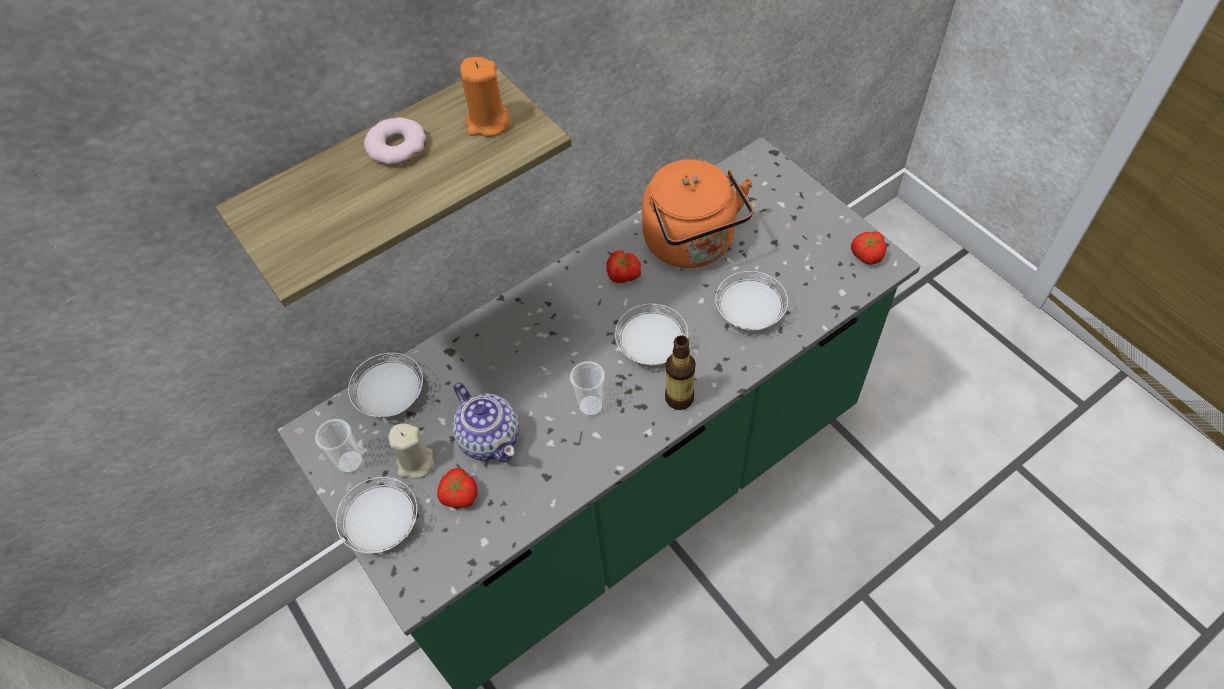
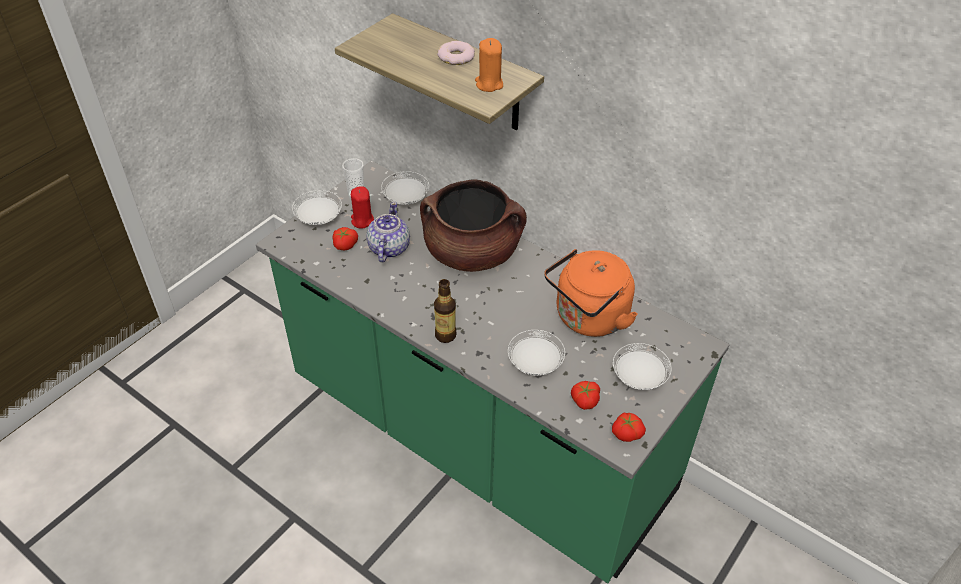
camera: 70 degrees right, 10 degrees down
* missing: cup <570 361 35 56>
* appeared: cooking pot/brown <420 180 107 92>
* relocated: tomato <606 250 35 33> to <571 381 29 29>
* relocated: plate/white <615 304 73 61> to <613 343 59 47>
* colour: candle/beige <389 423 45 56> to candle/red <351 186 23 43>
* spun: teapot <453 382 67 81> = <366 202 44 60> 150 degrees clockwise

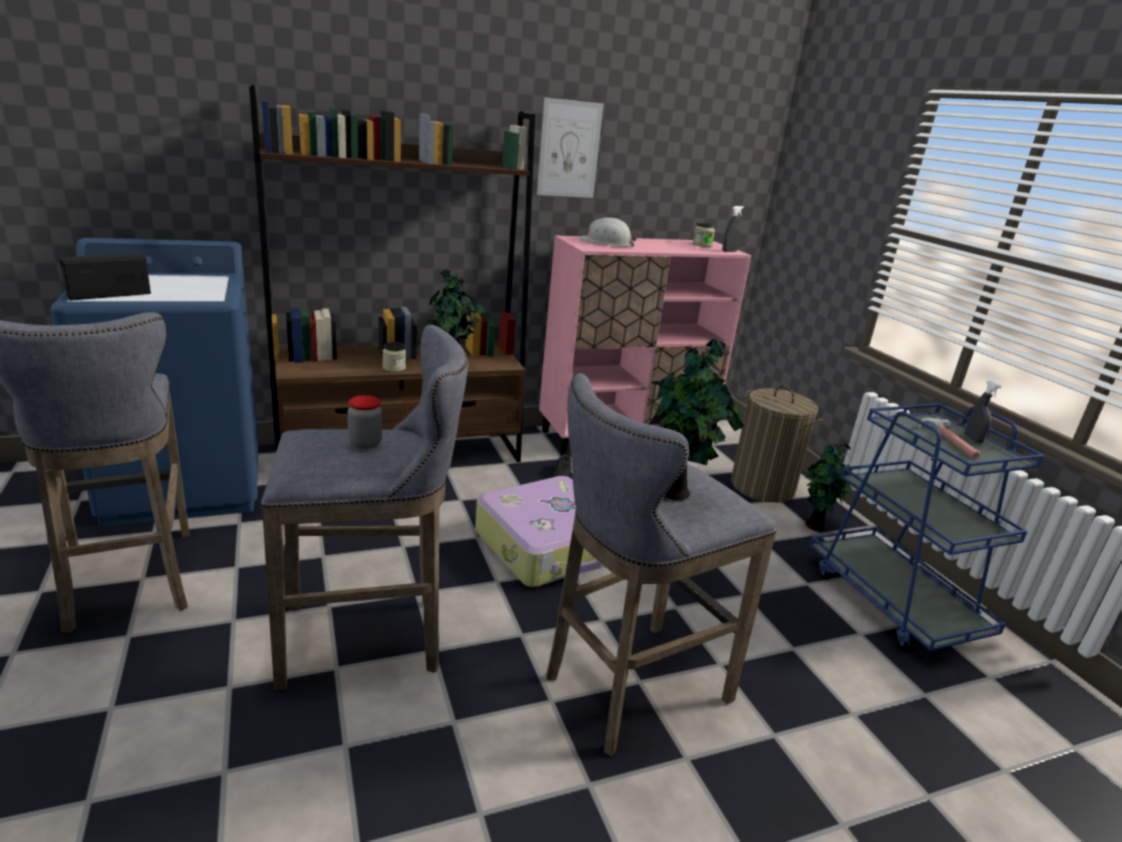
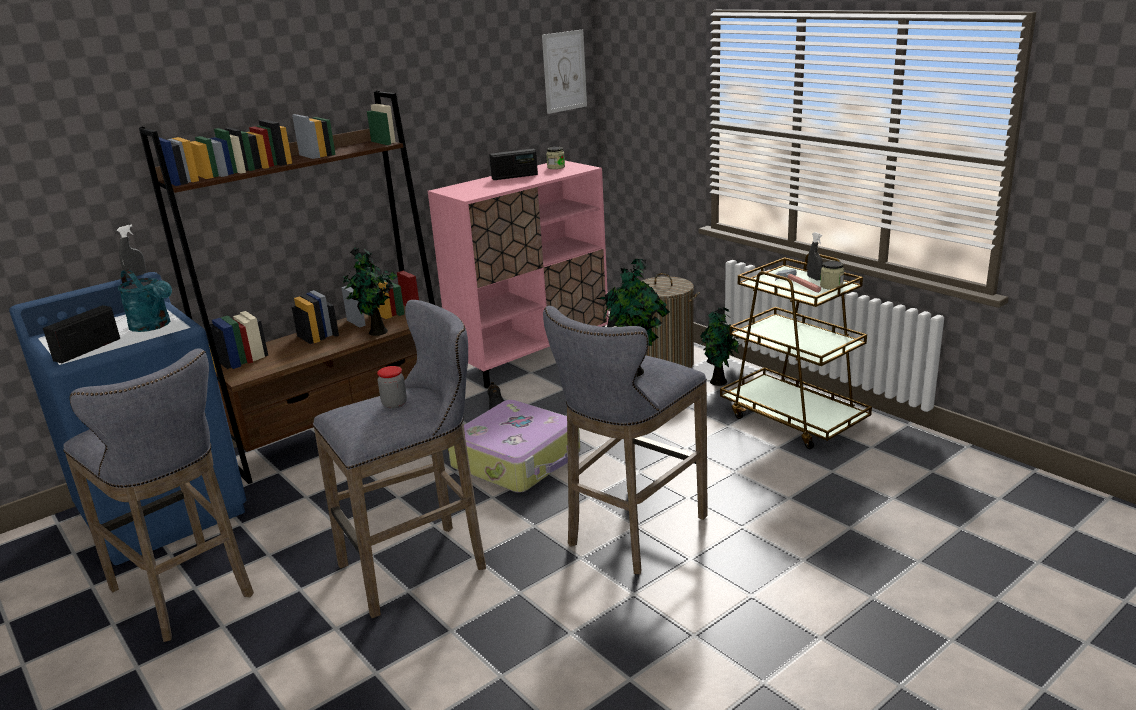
camera: 15 degrees left, 0 degrees up
* missing: hard hat/white <579 218 57 29>
* appeared: watering can/turquoise <118 269 54 63>
* appeared: radio <489 149 49 31>
* relocated: jar <382 342 24 30> to <820 261 24 29>
* relocated: picture <537 97 67 101> to <542 30 45 84>
* relocated: spray bottle/grey <722 206 22 46> to <116 224 30 54>
* colour: cart/blue <809 403 236 249> to cart/brown <720 253 152 196>

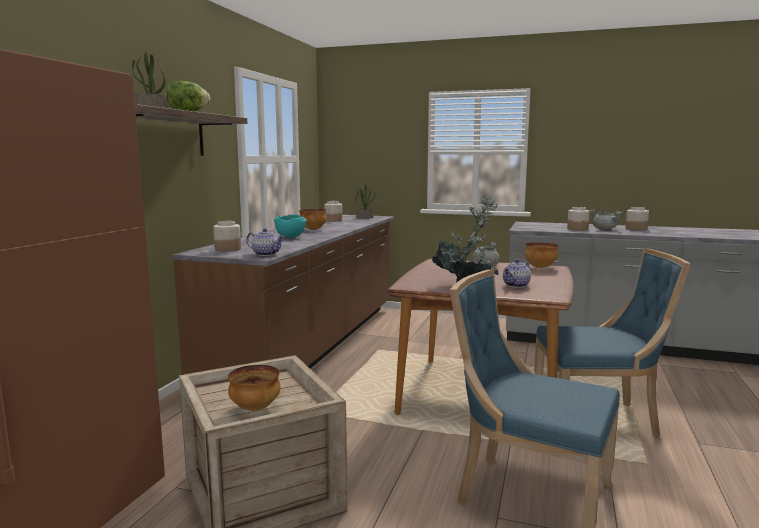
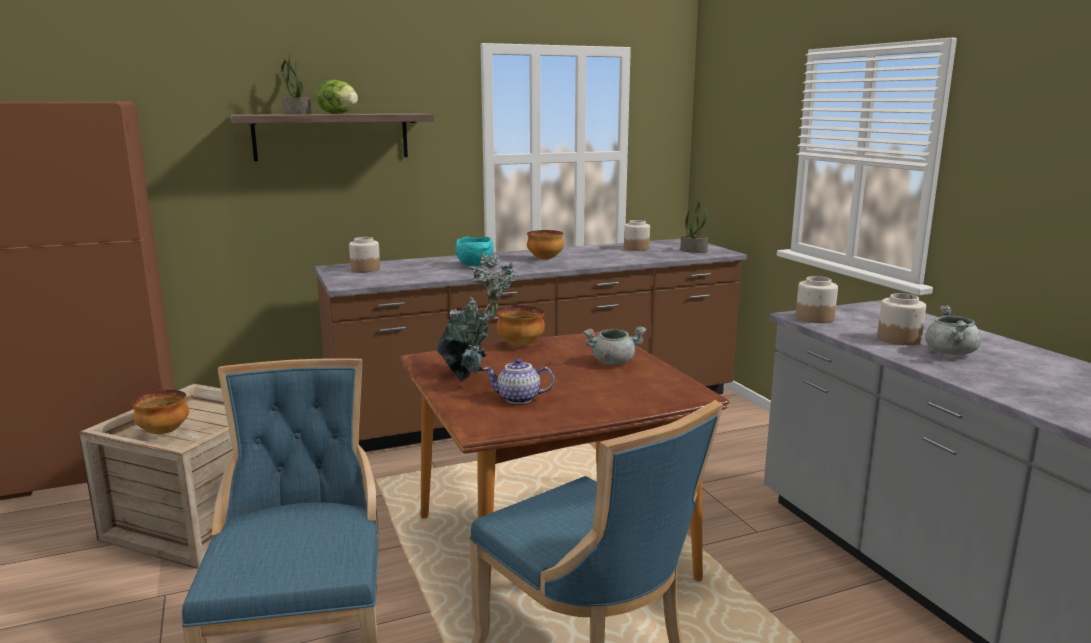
camera: 50 degrees right, 5 degrees up
* missing: teapot <246 228 38 28>
* relocated: bowl <525 242 33 26> to <497 306 48 40>
* relocated: jar <626 207 23 23> to <796 276 42 47>

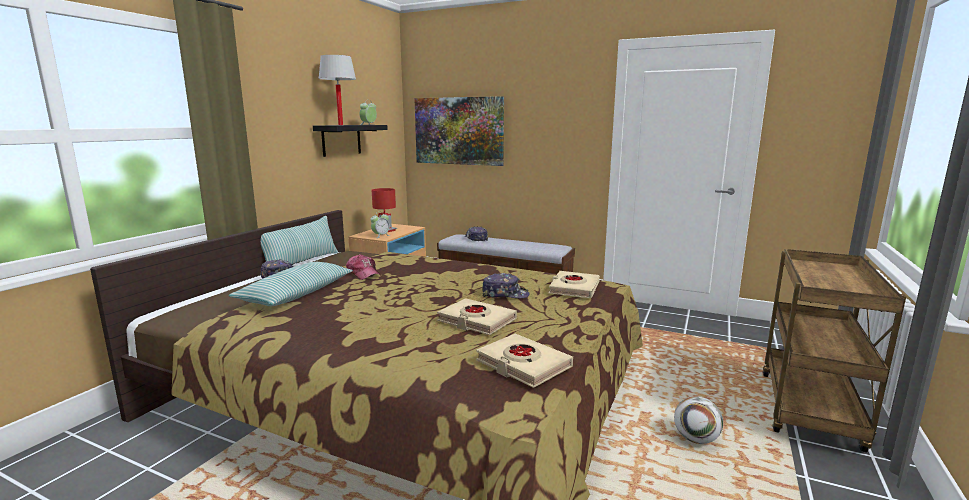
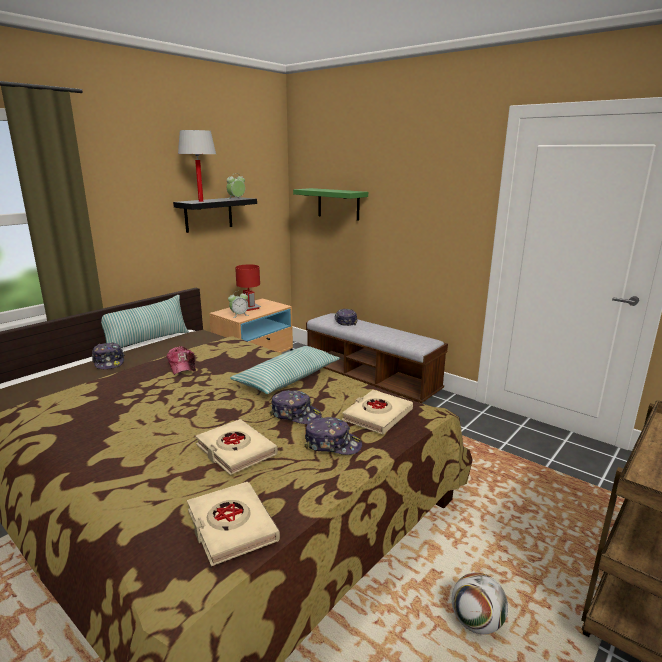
camera: 15 degrees right, 5 degrees up
* appeared: cap <304 417 58 38>
* relocated: pillow <229 262 124 44> to <230 346 110 48>
* exchanged: picture <414 96 90 70> to shelf/green <293 188 75 33>

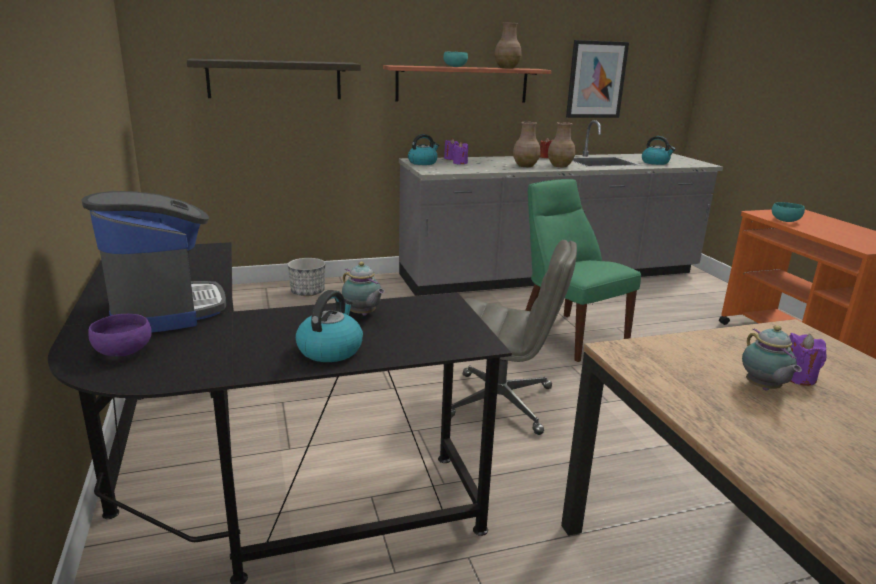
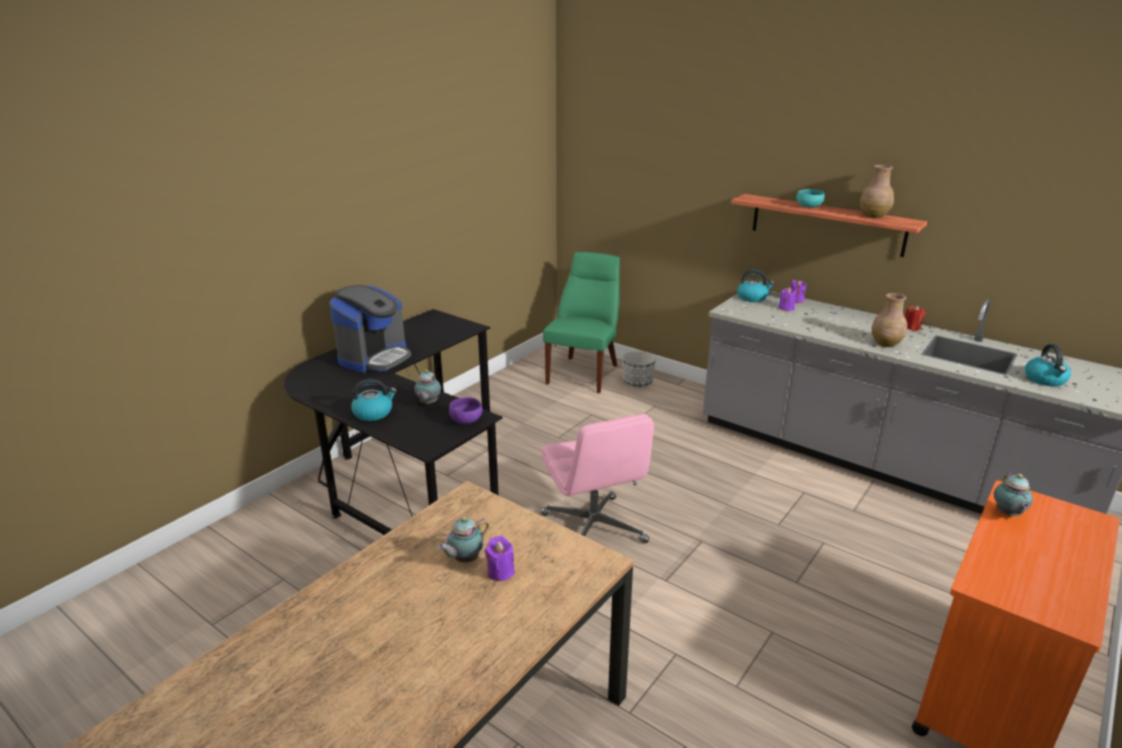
camera: 55 degrees right, 5 degrees up
* missing: shelf <187 59 174 40>
* missing: vase/brown <513 122 27 45>
* missing: picture <566 40 63 78>
* relocated: bowl/purple <88 314 64 42> to <449 397 34 27>
* relocated: chair/green <525 179 116 183> to <543 252 77 141>
* exchanged: bowl/turquoise <772 202 33 20> to teapot <994 472 39 44>
* colour: office chair/grey <451 240 126 195> to office chair/pink <541 414 113 129>

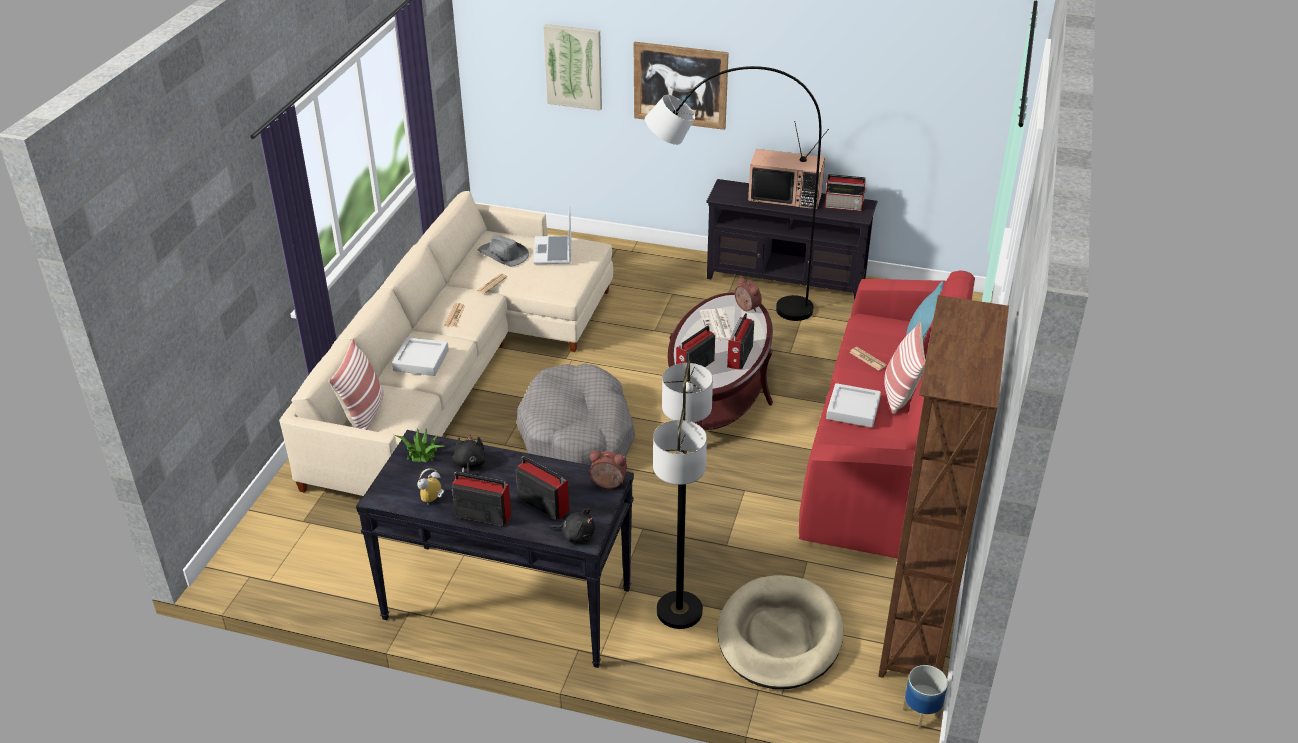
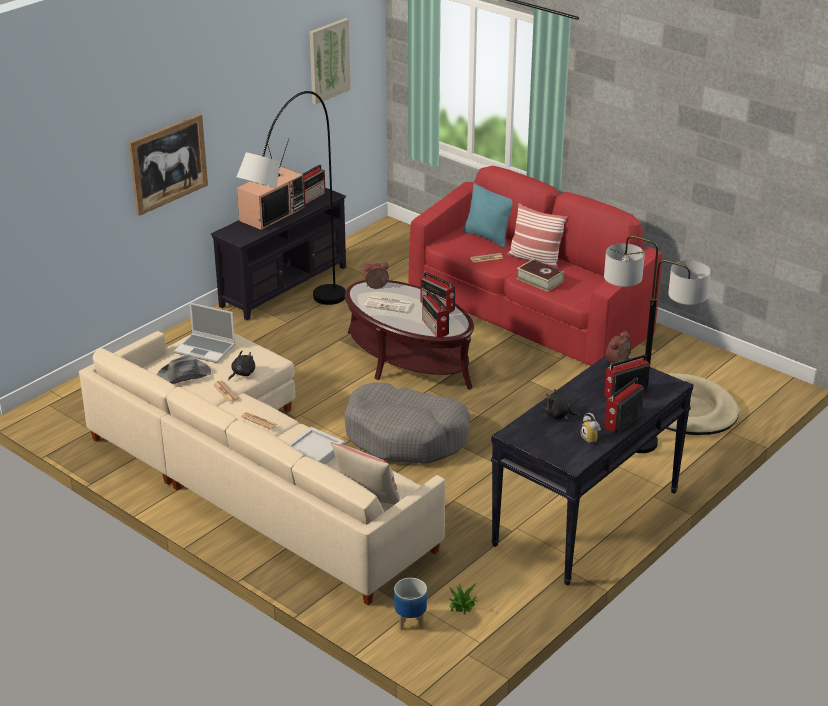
camera: 65 degrees left, 5 degrees down
* missing: bookcase/brown <878 295 131 383>
* relocated: potted plant <395 428 49 34> to <449 583 28 31>
* relocated: picture <543 24 59 87> to <310 18 41 86>
* relocated: plush toy/black <550 509 45 33> to <228 351 27 30>
* relocated: planter <903 665 45 64> to <394 578 33 53>
* exchanged: tray/grey <826 383 55 45> to book <517 259 47 33>

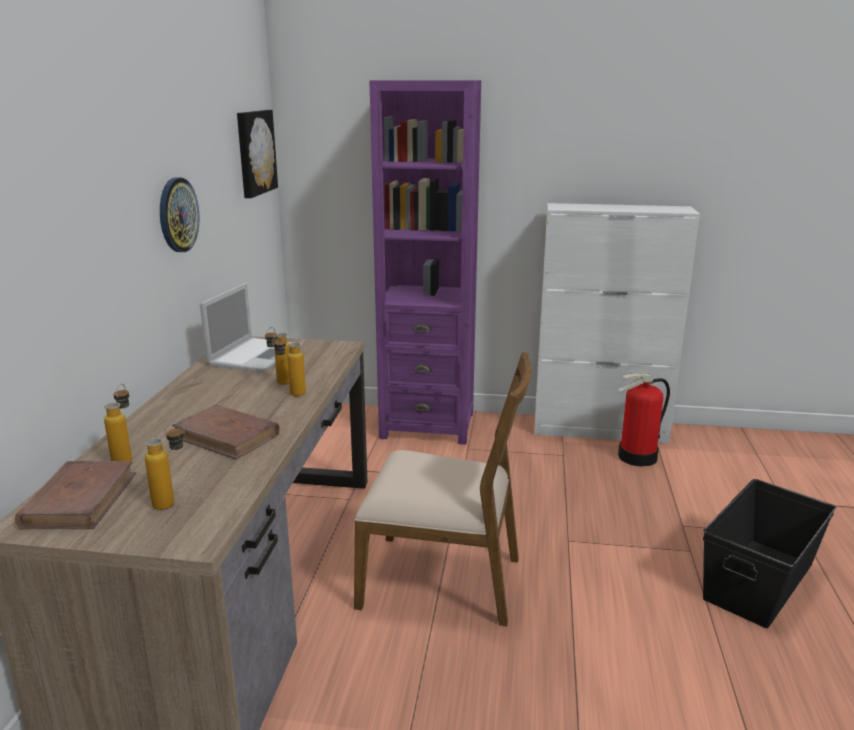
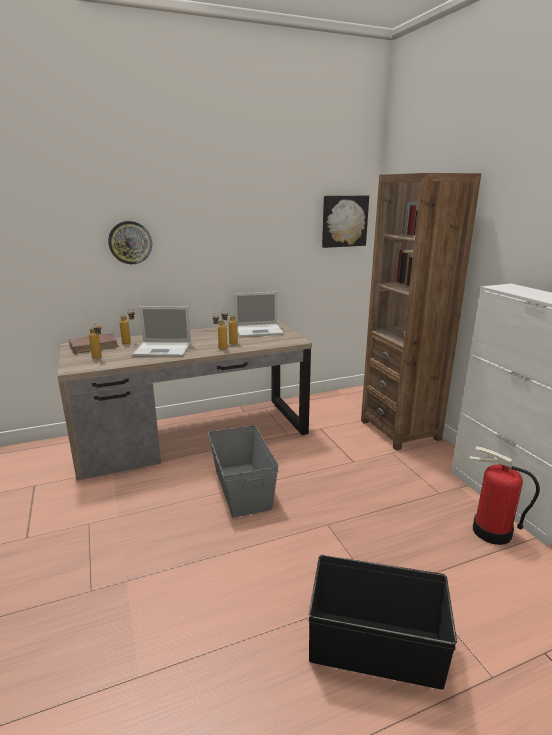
camera: 60 degrees right, 0 degrees up
* relocated: wall clock <160 177 39 75> to <108 221 44 43>
* exchanged: book/brown <172 404 107 55> to laptop <132 306 59 51>
* exchanged: chair/brown <354 351 177 275> to storage box/grey <208 425 71 93>
* colour: bookcase/purple <369 80 112 365> to bookcase/brown <361 173 120 278>

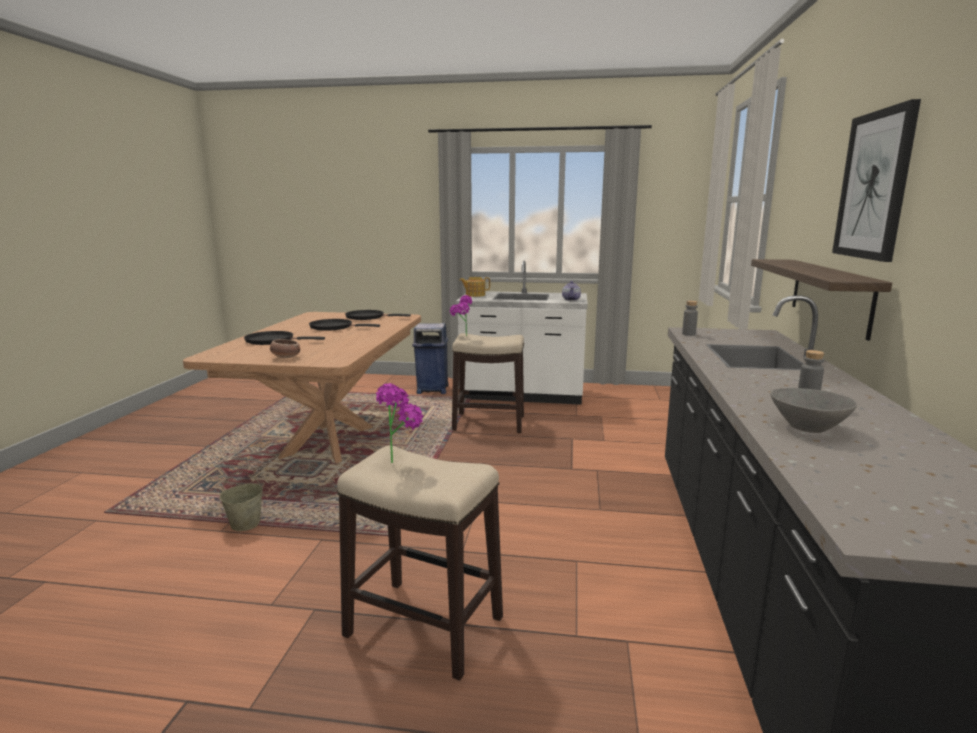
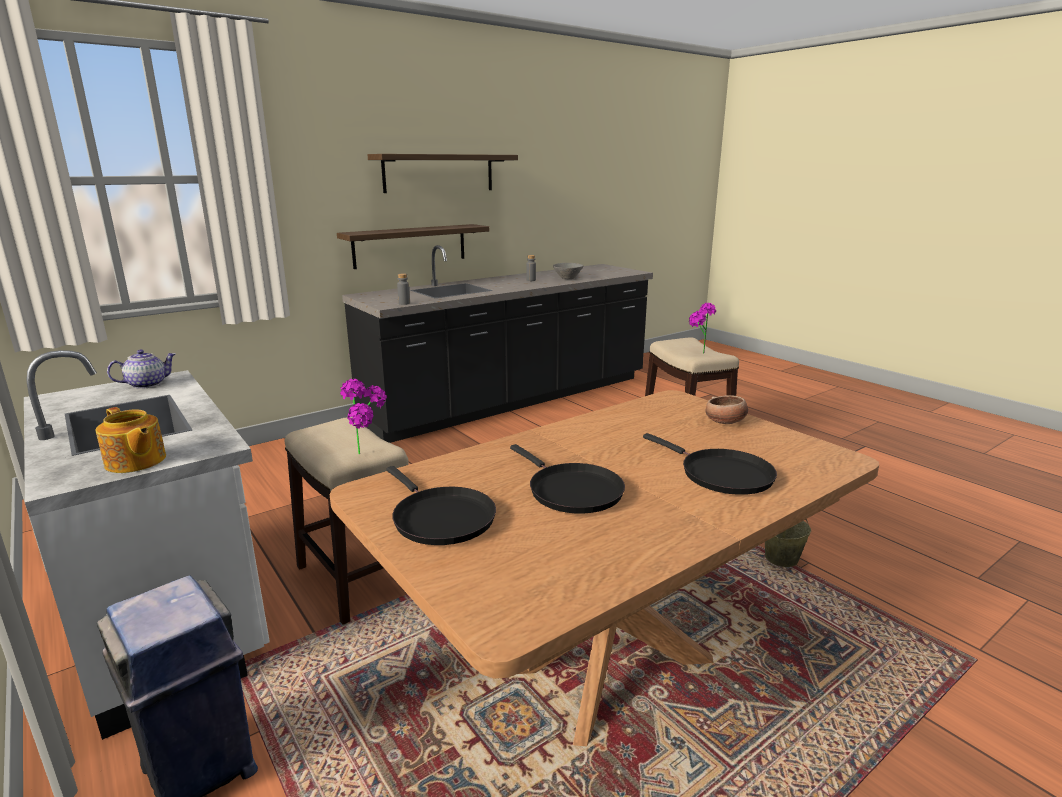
camera: 135 degrees left, 5 degrees up
* exchanged: picture <832 99 89 163> to shelf <367 154 151 39>

